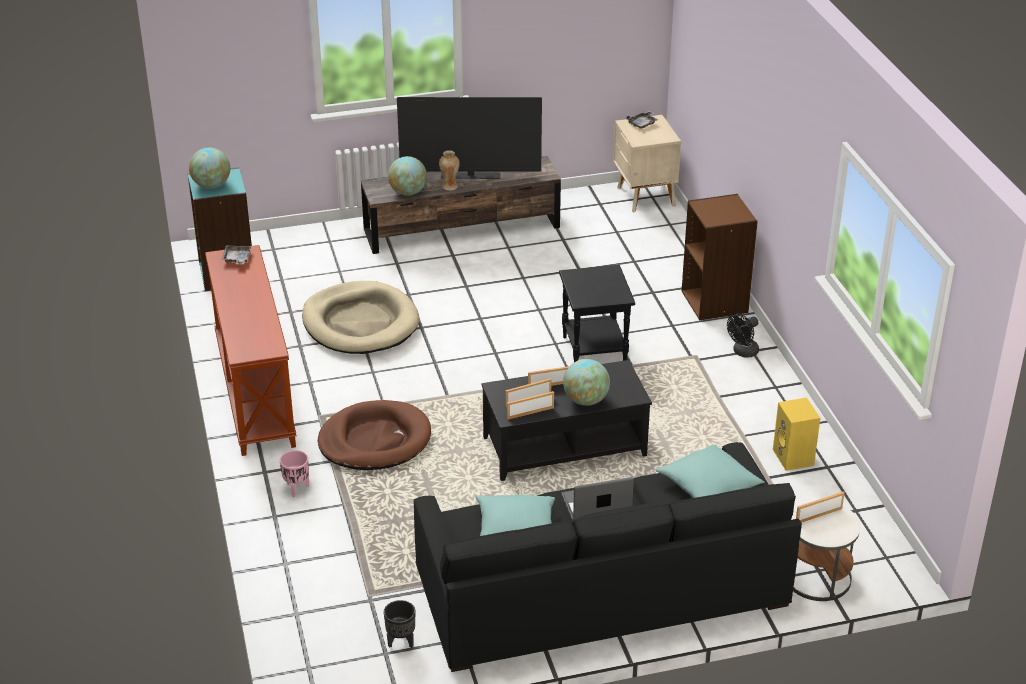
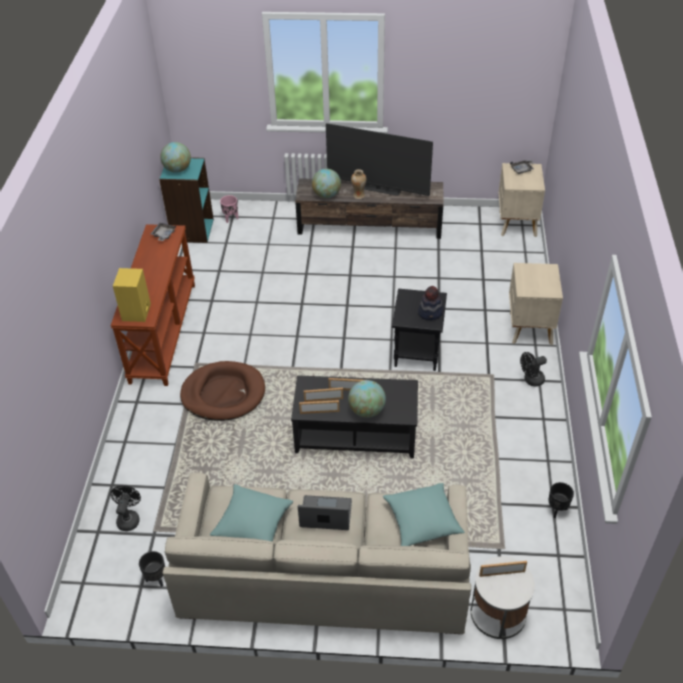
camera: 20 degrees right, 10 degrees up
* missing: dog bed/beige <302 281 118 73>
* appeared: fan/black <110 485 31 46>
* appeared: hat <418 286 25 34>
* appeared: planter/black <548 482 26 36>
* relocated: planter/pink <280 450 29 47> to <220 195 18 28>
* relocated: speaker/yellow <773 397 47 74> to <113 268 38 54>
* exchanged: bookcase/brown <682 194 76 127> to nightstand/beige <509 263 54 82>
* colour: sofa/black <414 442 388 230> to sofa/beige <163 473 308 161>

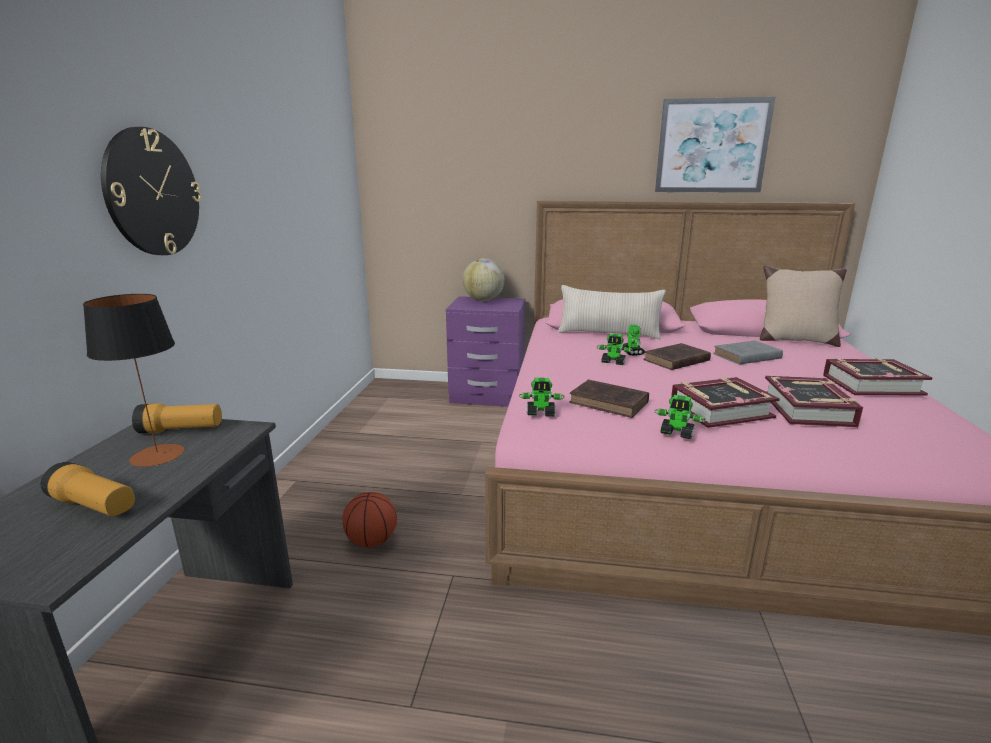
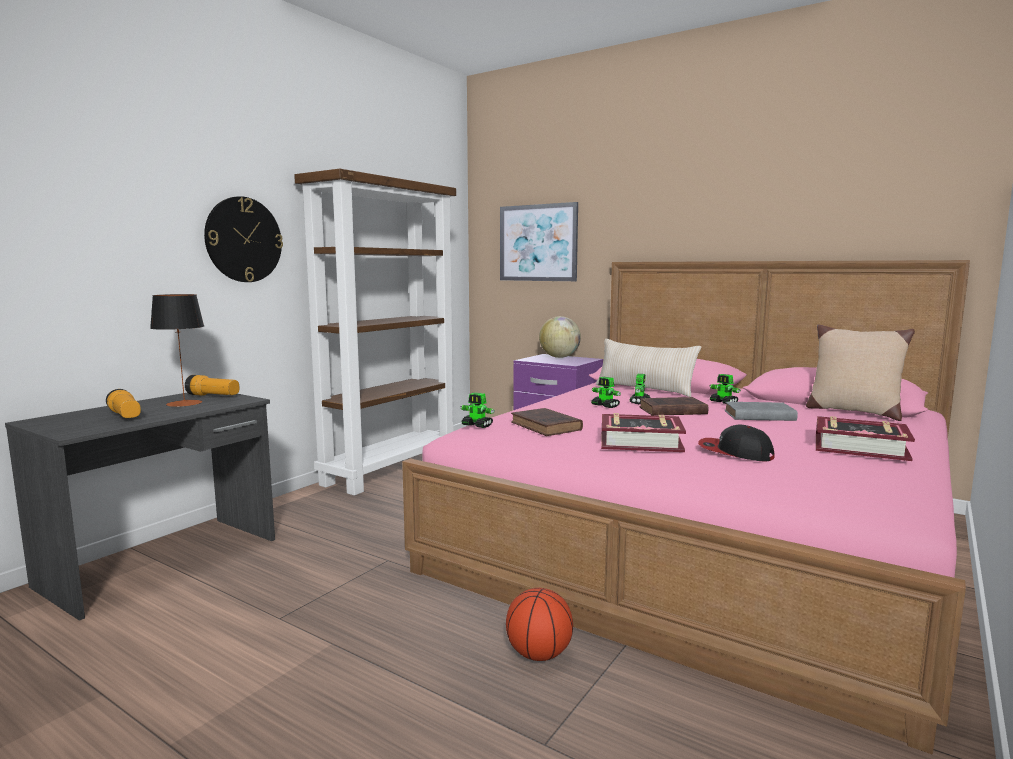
camera: 25 degrees right, 10 degrees down
* appeared: bookcase/brown <294 169 162 326>
* relocated: basketball <342 492 55 56> to <506 588 67 73>
* relocated: toy robot <654 395 52 44> to <710 374 31 30>
* relocated: picture <655 97 120 96> to <500 202 78 79>
* exchanged: book <765 376 98 51> to cap <698 425 77 37>

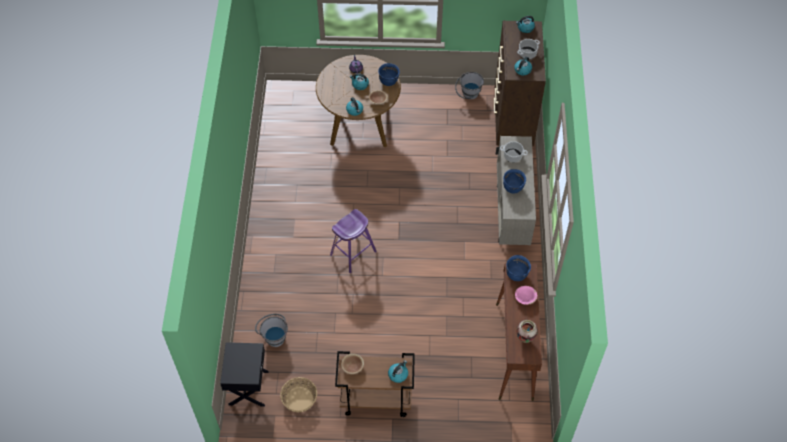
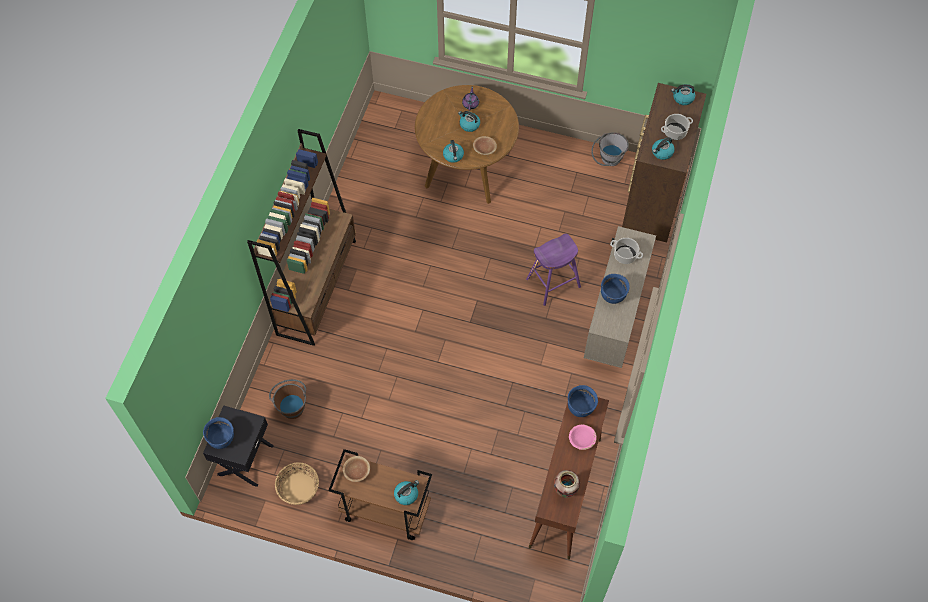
camera: 15 degrees right, 5 degrees up
* appeared: bookcase/brown <247 129 109 217>
* relocated: stool/purple <330 209 47 64> to <526 234 55 72>
* relocated: cooking pot/blue <378 63 22 23> to <203 417 31 32>
* colour: bucket/grey <255 314 33 33> to bucket/brown <269 379 37 40>

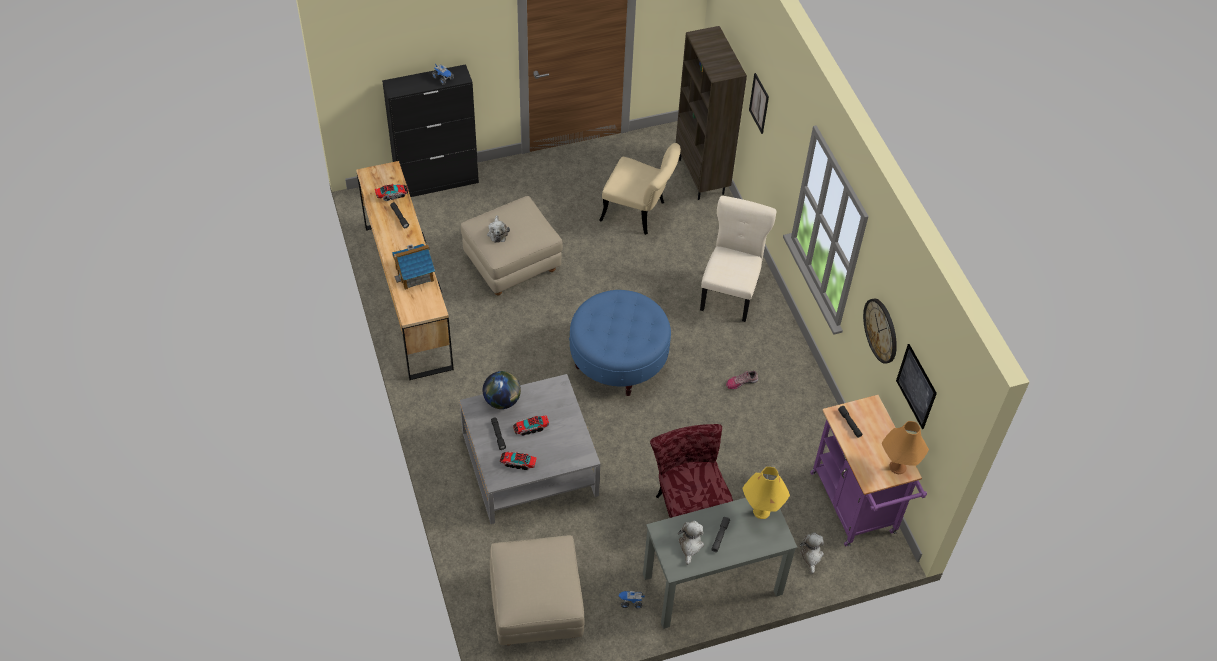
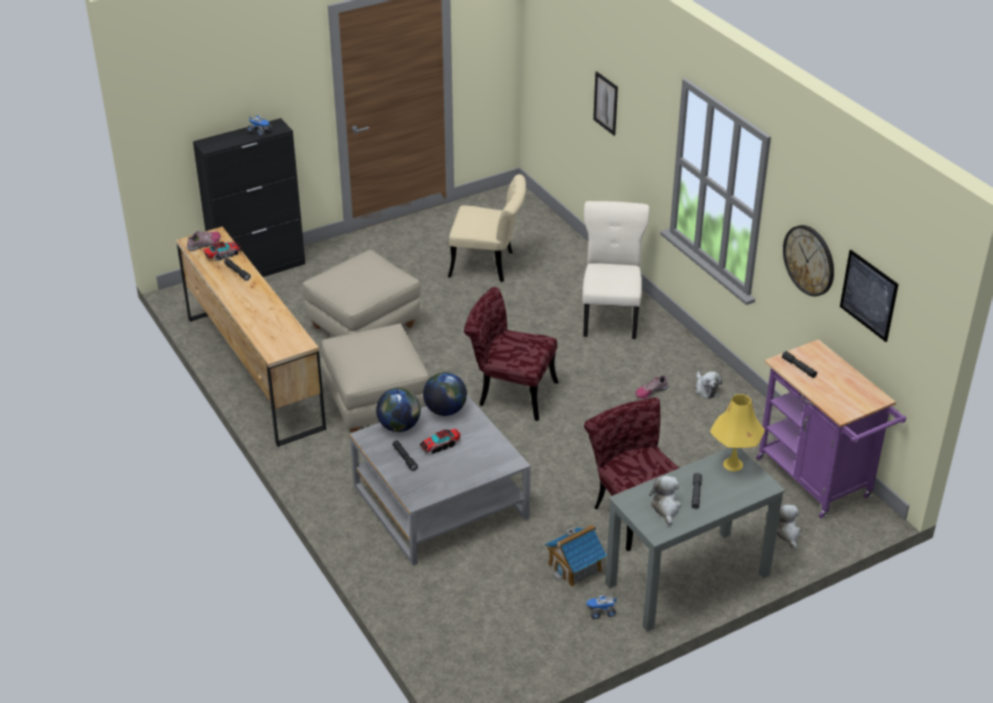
camera: 10 degrees left, 15 degrees down
* missing: toy truck <500 451 37 19>
* missing: bookcase/brown <676 26 71 174>
* missing: table lamp/orange <882 421 47 53>
* appeared: shoe <187 231 34 20>
* appeared: globe <423 372 44 44>
* relocated: toy house <392 244 43 46> to <545 524 62 63>
* relocated: plush toy <487 215 23 28> to <696 371 26 28>
* relocated: ottoman/beige <489 535 96 110> to <321 324 108 109>
* exchanged: ottoman/blue <569 290 102 106> to chair/red <464 287 94 134>

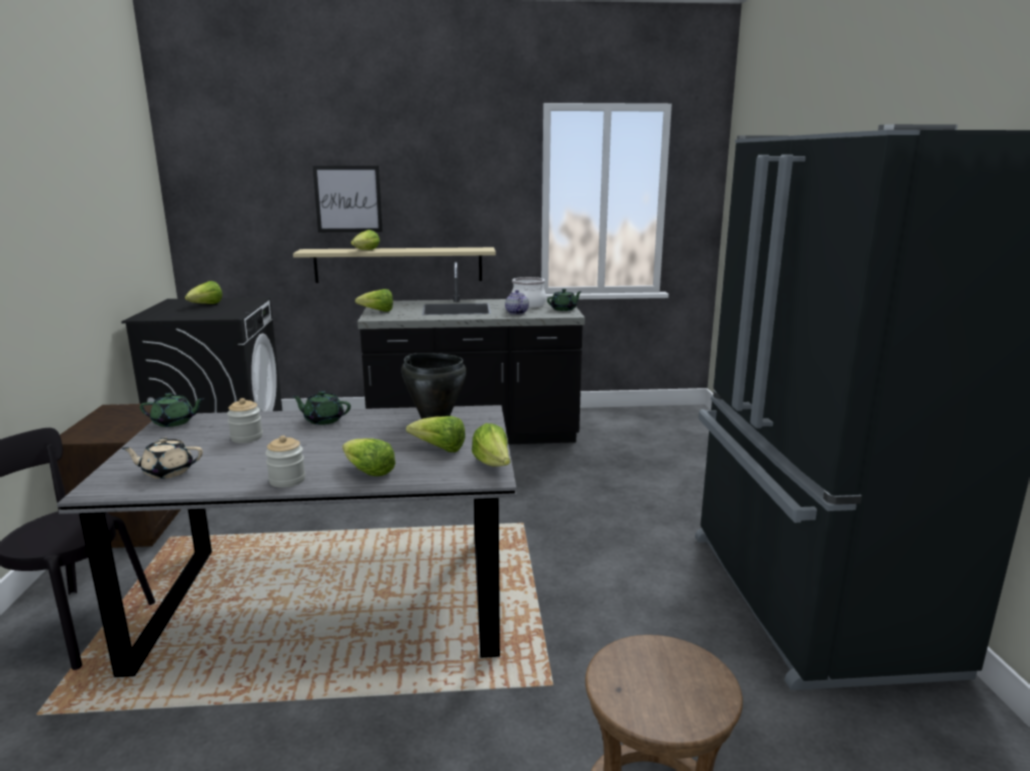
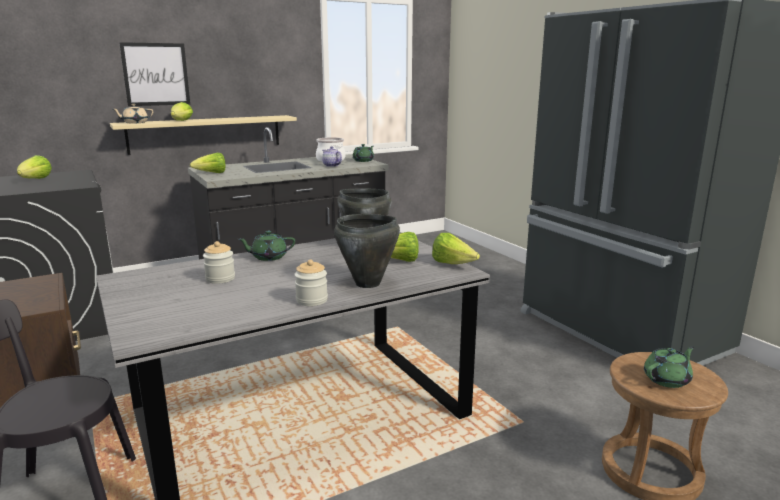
camera: 25 degrees left, 0 degrees up
* relocated: teapot/beige <121 437 82 42> to <113 104 40 20>
* relocated: teapot/green <140 393 65 34> to <644 347 50 41>
* exchanged: lettuce <342 438 54 38> to cooking pot/black <334 214 66 74>

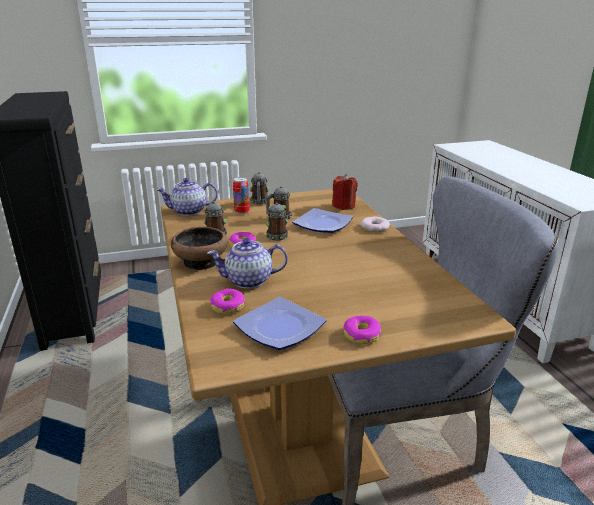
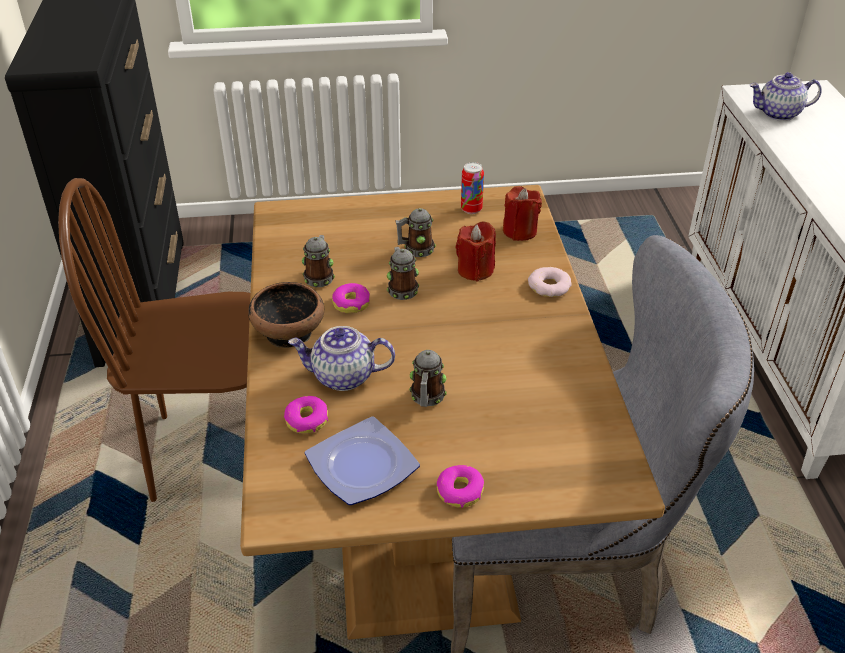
camera: 10 degrees right, 15 degrees up
* appeared: chair/brown <58 178 193 324>
* relocated: teapot <156 178 62 38> to <750 72 72 49>
* relocated: can <233 177 17 38> to <461 162 23 52>
* relocated: mug <250 172 19 33> to <409 350 38 57>
* exchanged: plate <292 208 61 25> to candle/red <456 221 40 61>

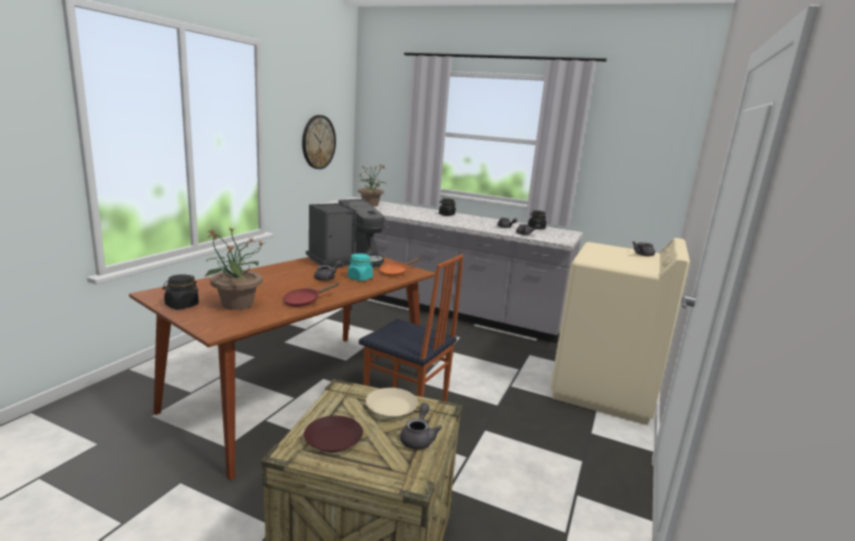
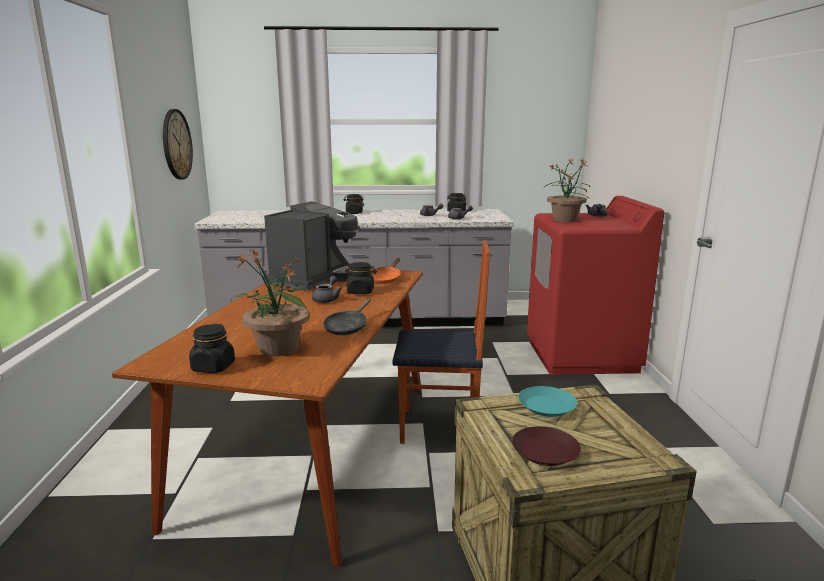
camera: 25 degrees left, 0 degrees up
* missing: teapot/grey <400 403 42 47>
* relocated: potted plant <358 165 29 42> to <544 159 46 63>
* colour: frying pan/red <283 283 56 24> to frying pan/black <323 298 48 37>
* colour: jar/turquoise <348 254 25 27> to jar/black <345 262 32 32>
* colour: plate/beige <366 388 52 30> to plate/turquoise <518 386 59 31>
* colour: washing machine/beige <550 238 140 187> to washing machine/red <527 196 137 179>

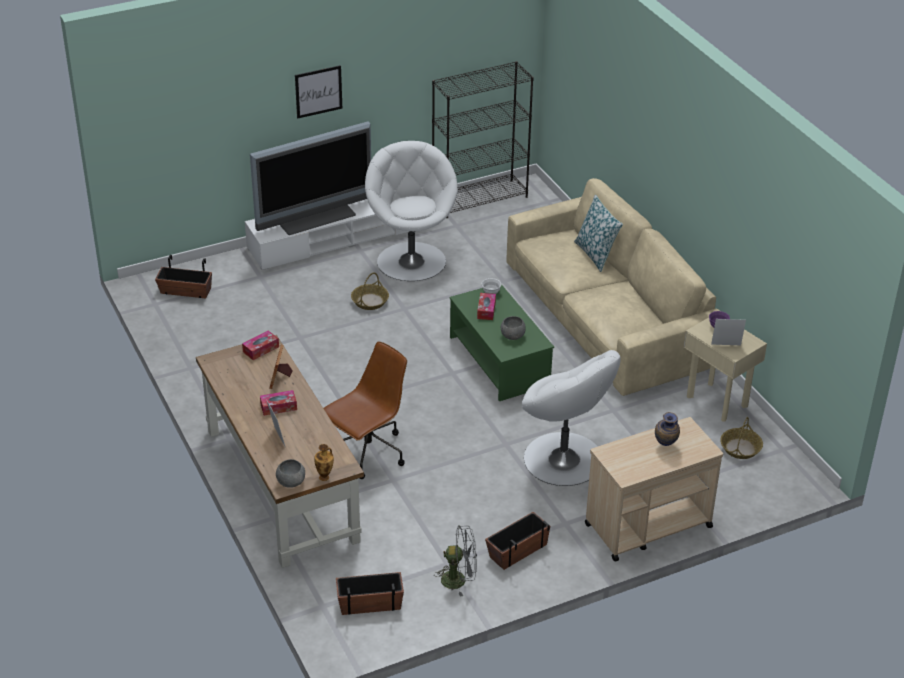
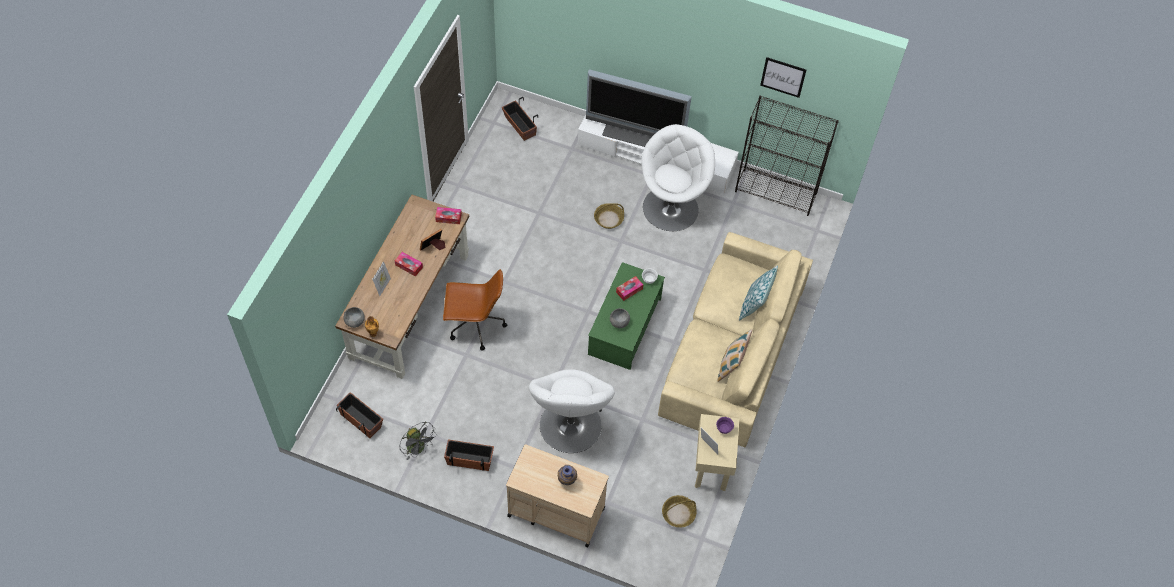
camera: 45 degrees right, 20 degrees up
* appeared: pillow <717 329 35 53>
* relocated: picture <295 65 47 53> to <760 57 46 41>

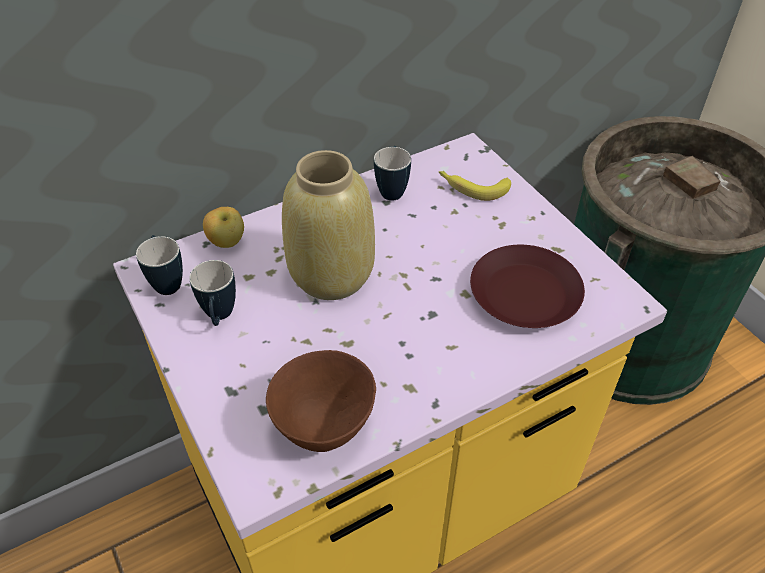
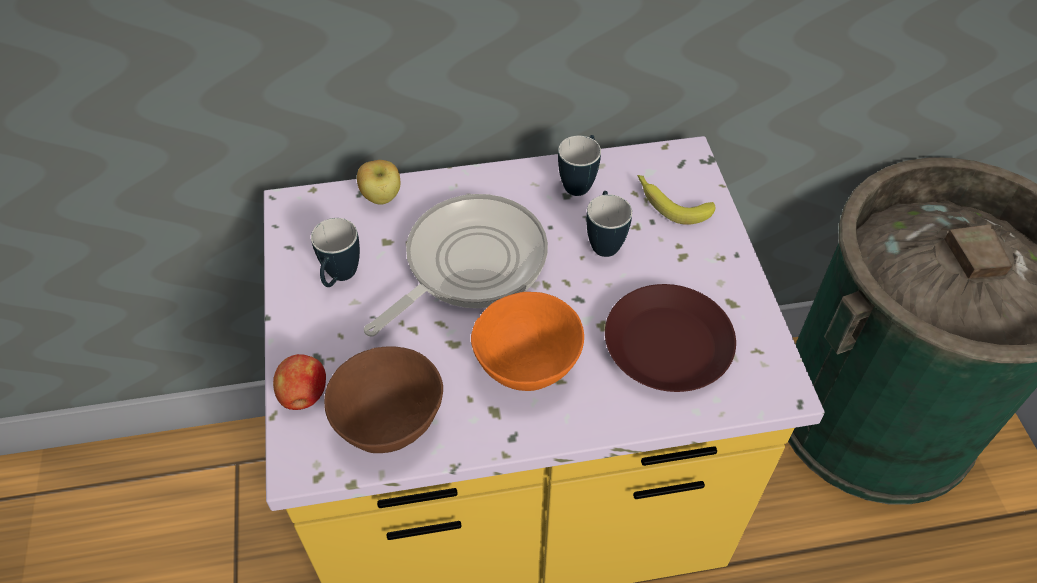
camera: 20 degrees right, 5 degrees up
* appeared: apple <273 354 53 56>
* appeared: bowl/orange <471 292 113 99>
* relocated: mug <136 235 47 60> to <586 191 46 66>
* exchanged: vase/beige <282 150 93 150> to frying pan <364 194 184 143>

